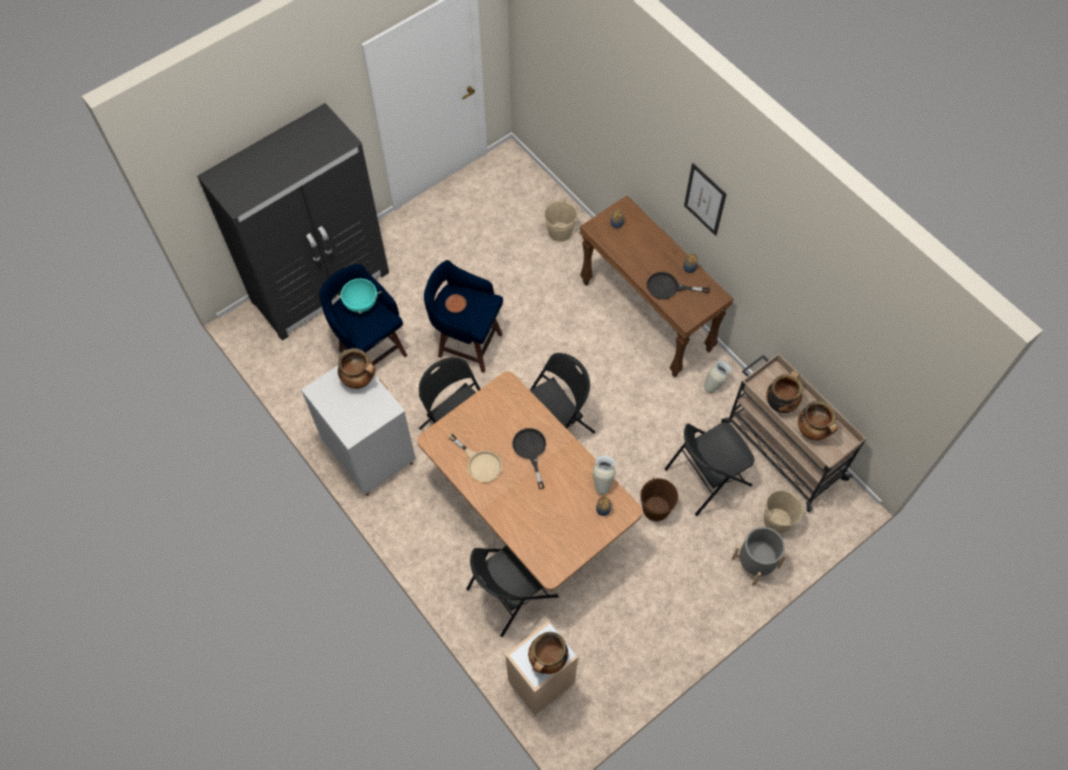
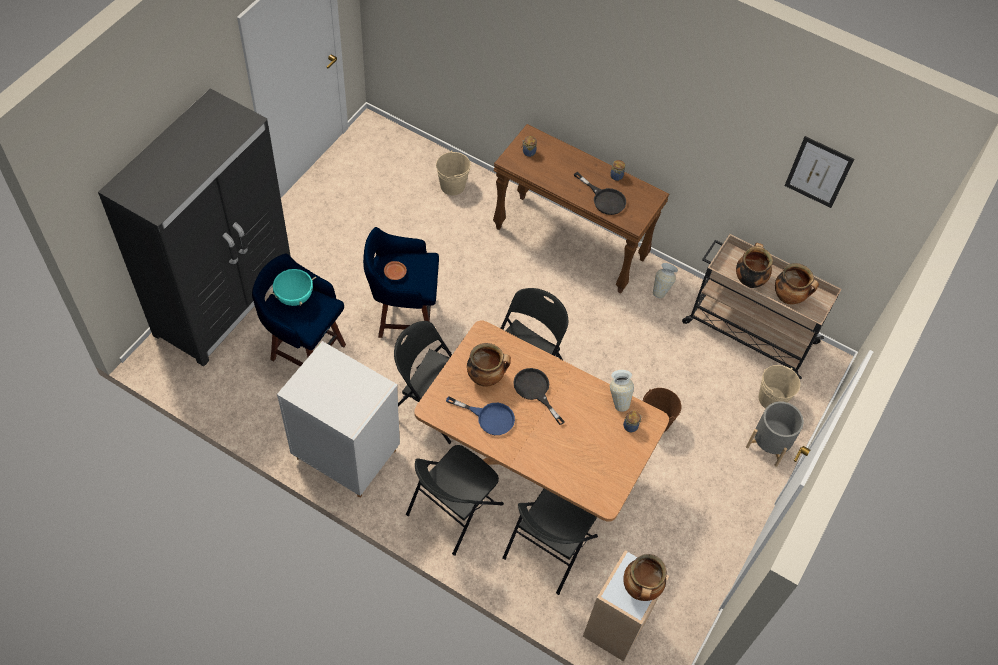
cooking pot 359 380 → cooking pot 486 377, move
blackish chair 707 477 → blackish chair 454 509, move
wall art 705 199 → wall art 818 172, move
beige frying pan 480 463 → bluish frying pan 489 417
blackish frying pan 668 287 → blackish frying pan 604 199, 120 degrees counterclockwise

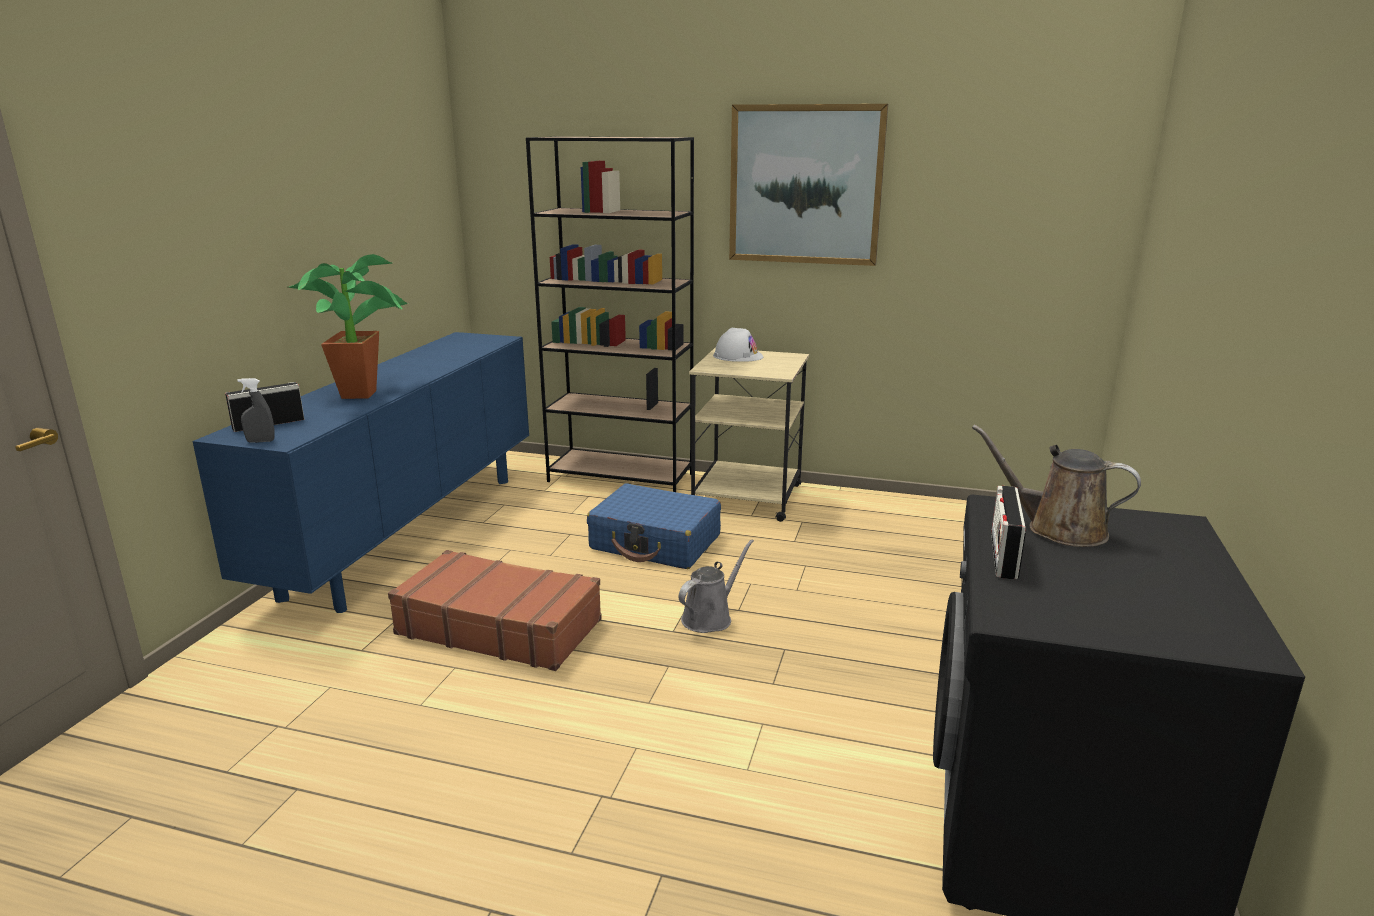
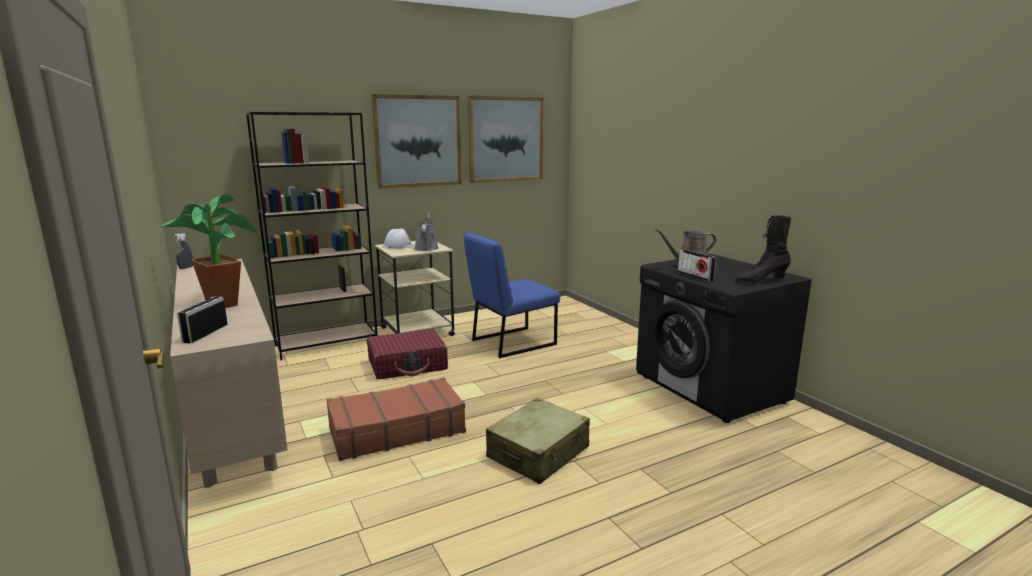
- → bluish chair 511 342
- → wall art 505 139
- → beige suitcase 538 453
- → blackish tall boot 760 281
gray spray bottle 260 441 → gray spray bottle 186 268, move
gray sprinkling can 710 617 → gray sprinkling can 426 248, move
bluish cupboard 407 532 → beige cupboard 231 416
bluish suitcase 656 542 → reddish suitcase 407 365

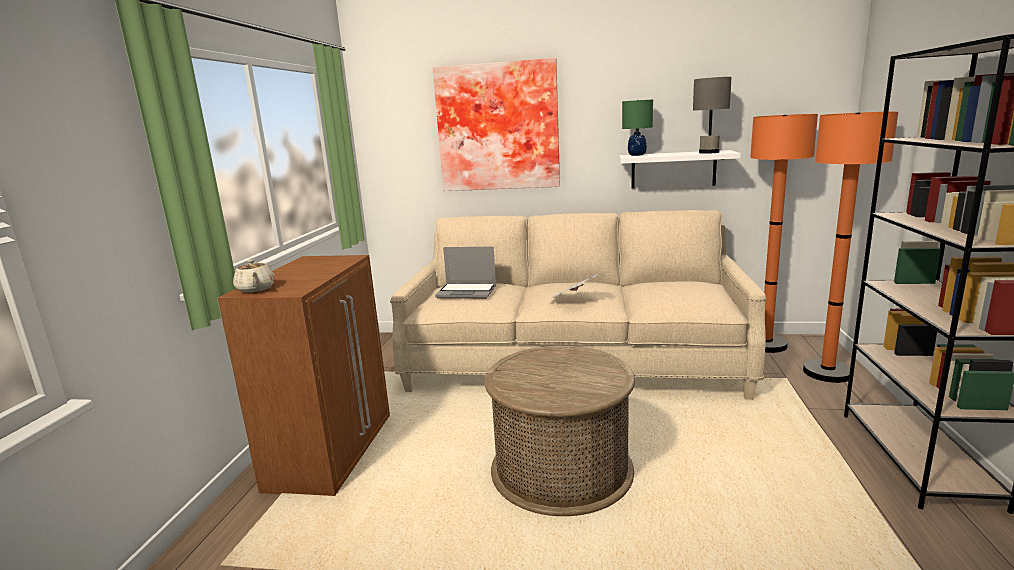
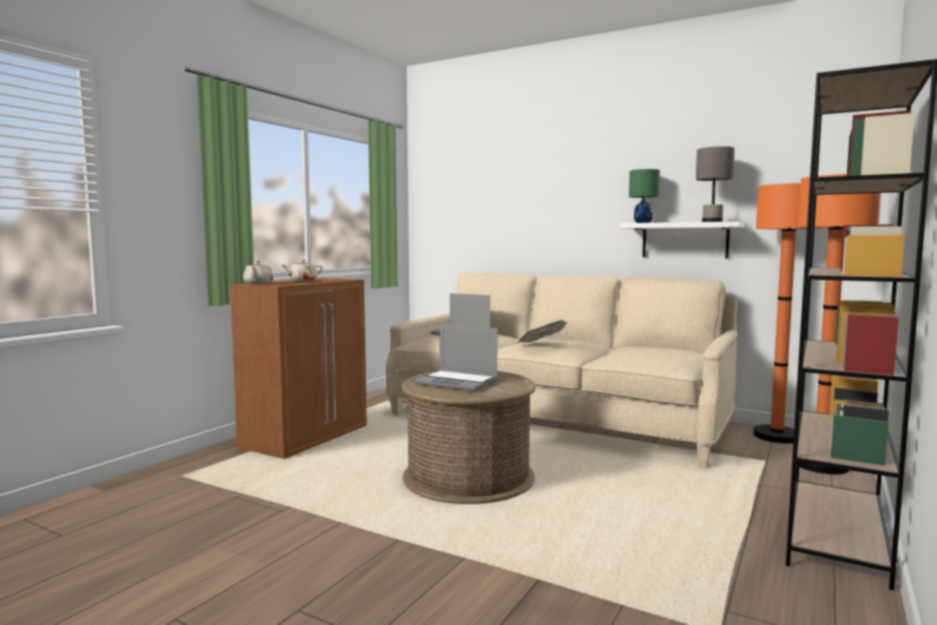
wall art 498 127 → -
- → beige pot for tea 302 280
- → laptop 458 382

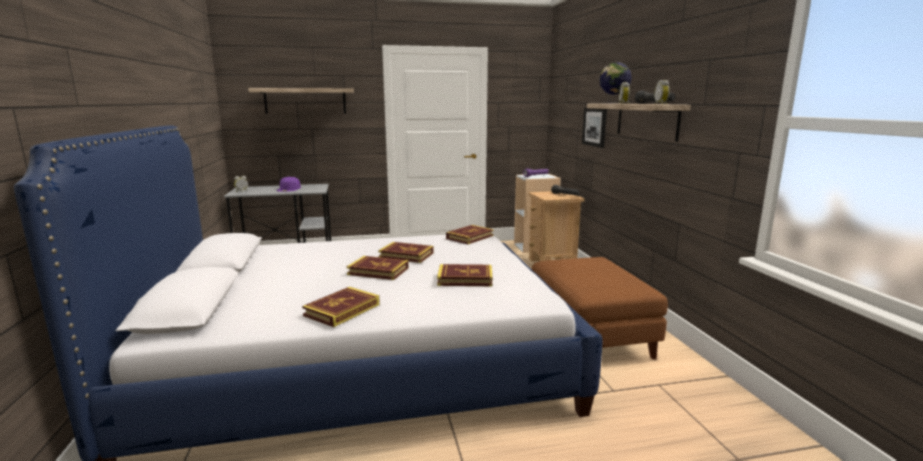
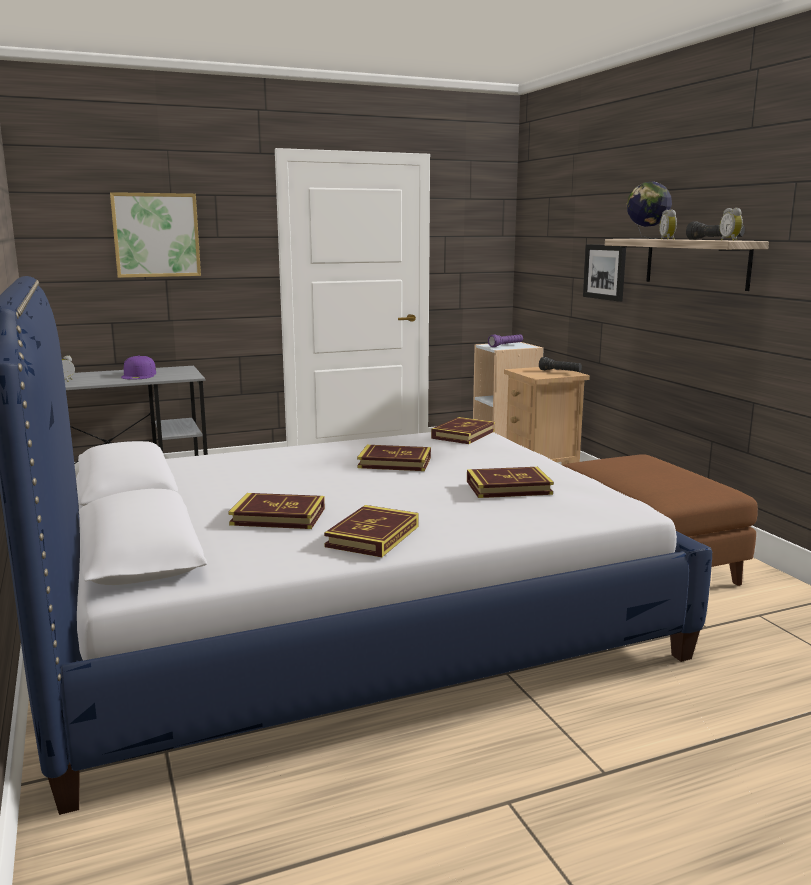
volume 378 271 → volume 278 516, move
shelf 305 101 → wall art 156 235

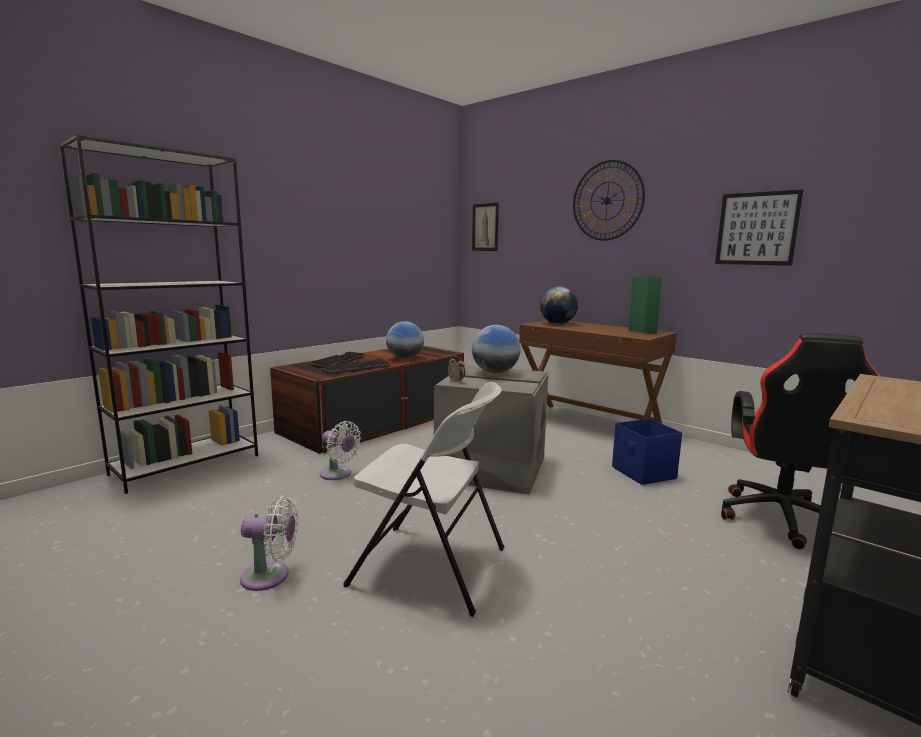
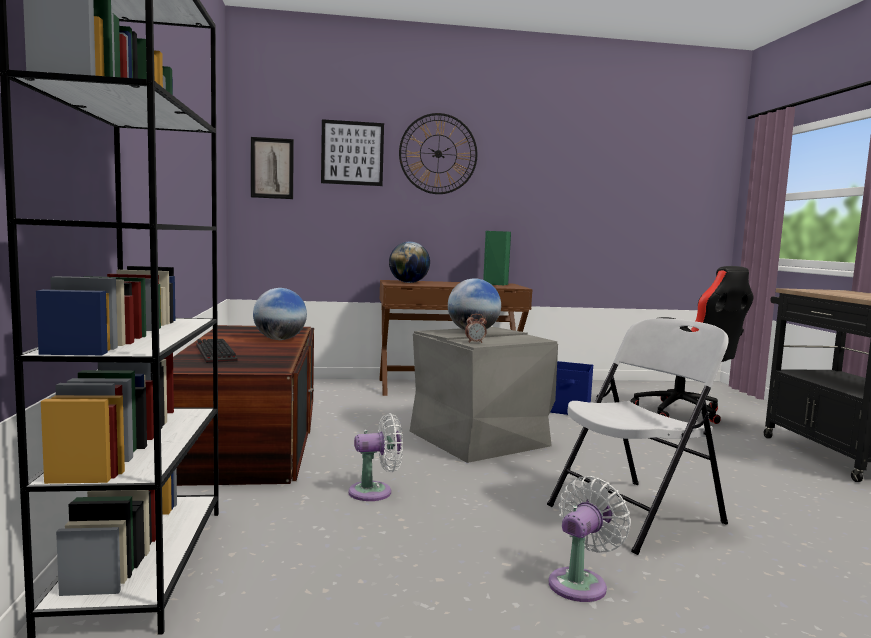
keyboard 357 368 → -
wall art 756 229 → wall art 352 153, move

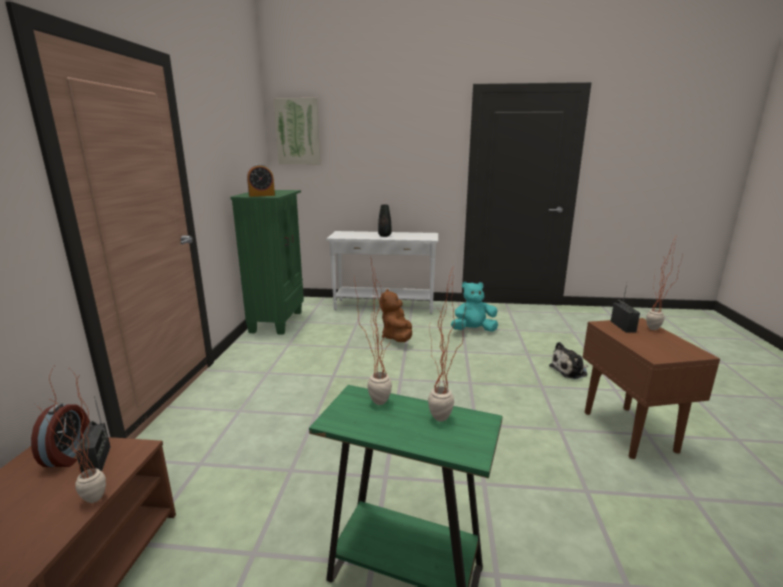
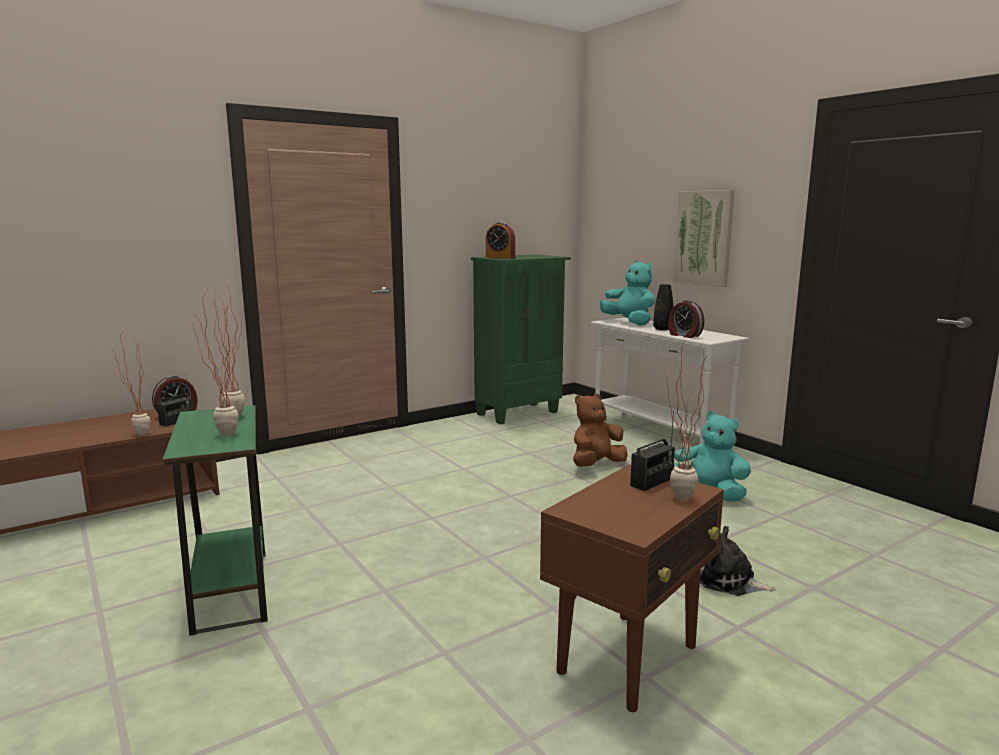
- → blue-green soft toy 629 323
- → table clock 684 335
wall art 298 131 → wall art 704 238, move

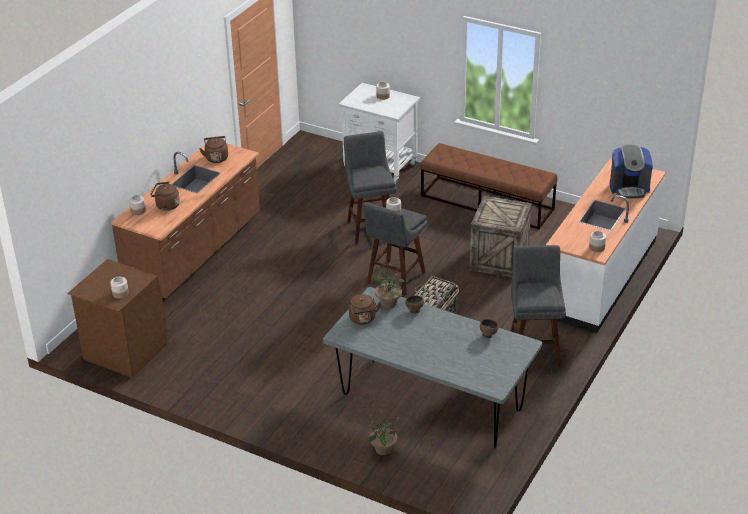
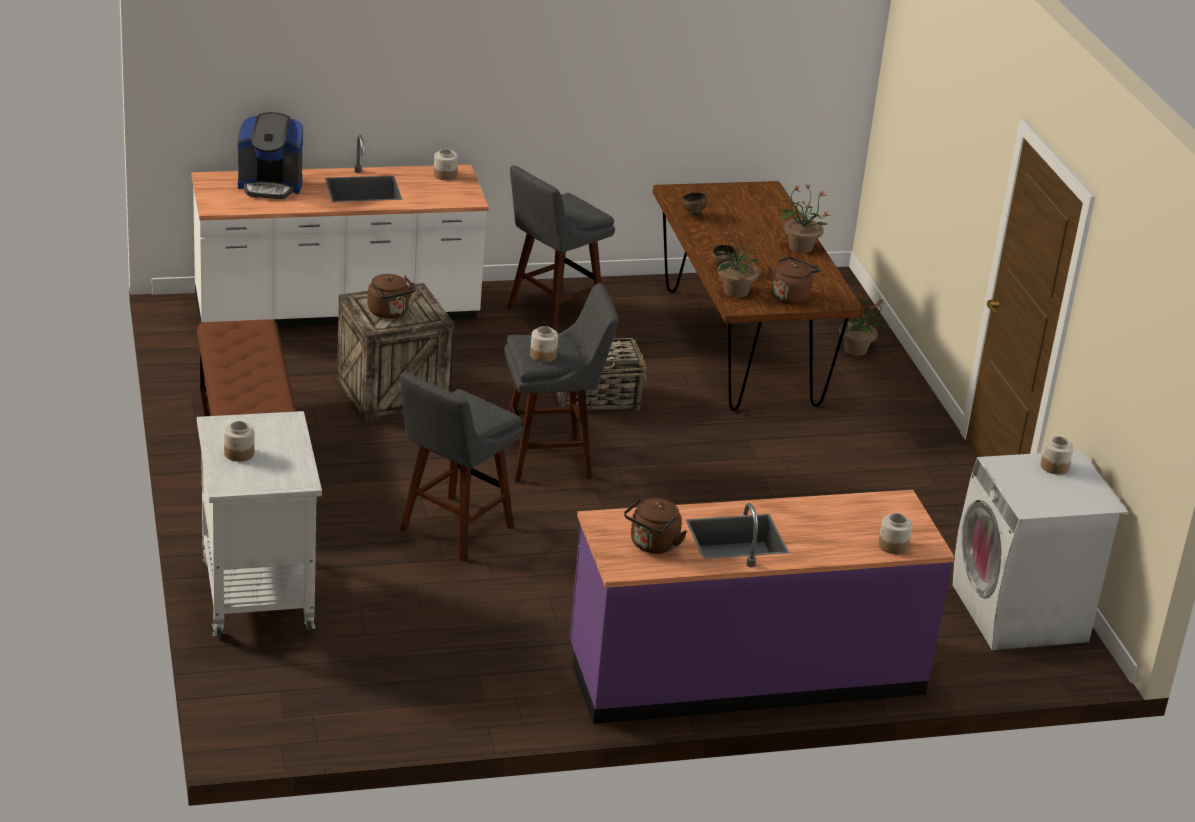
- → houseplant 800 247
brown tea kettle 166 206 → brown tea kettle 390 313, move
brown laundry appliance 124 352 → white laundry appliance 1022 614
brown kitchen base unit 195 254 → purplish kitchen base unit 745 672
gray dinner table 430 402 → brown dinner table 742 347
coffee maker 629 188 → coffee maker 270 185, 135 degrees clockwise

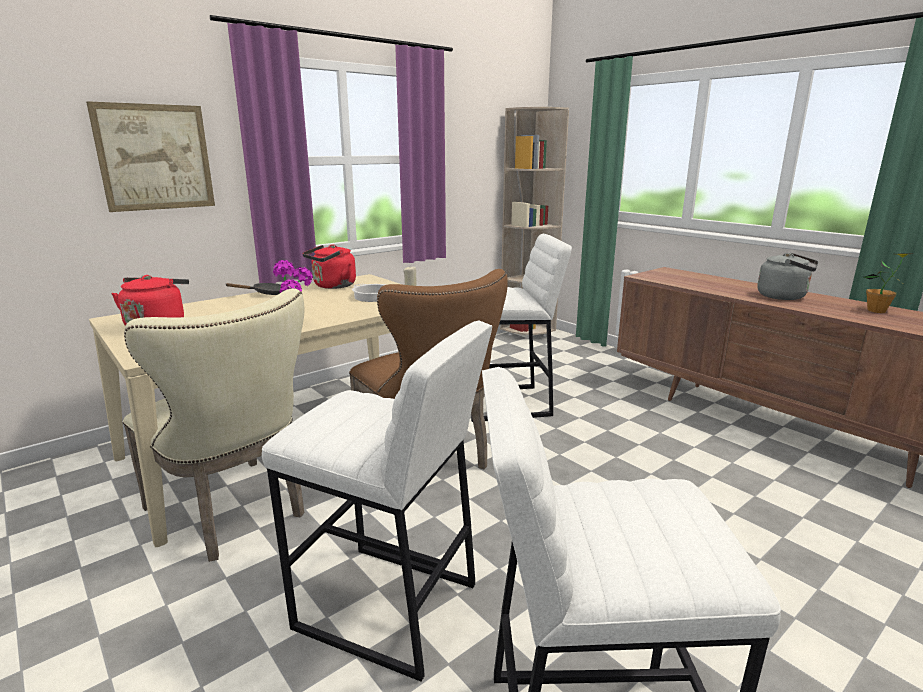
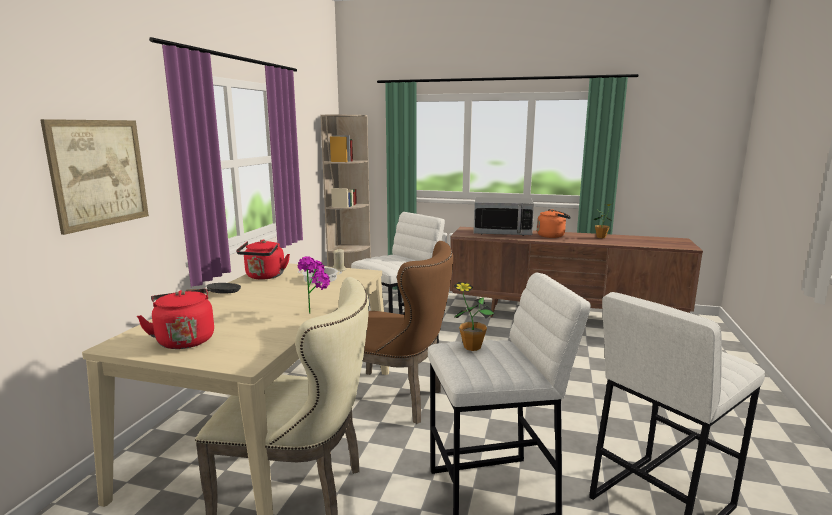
- → houseplant 472 347
- → kitchen microwave 502 232
gray tea kettle 784 297 → orange-coloured tea kettle 552 236

